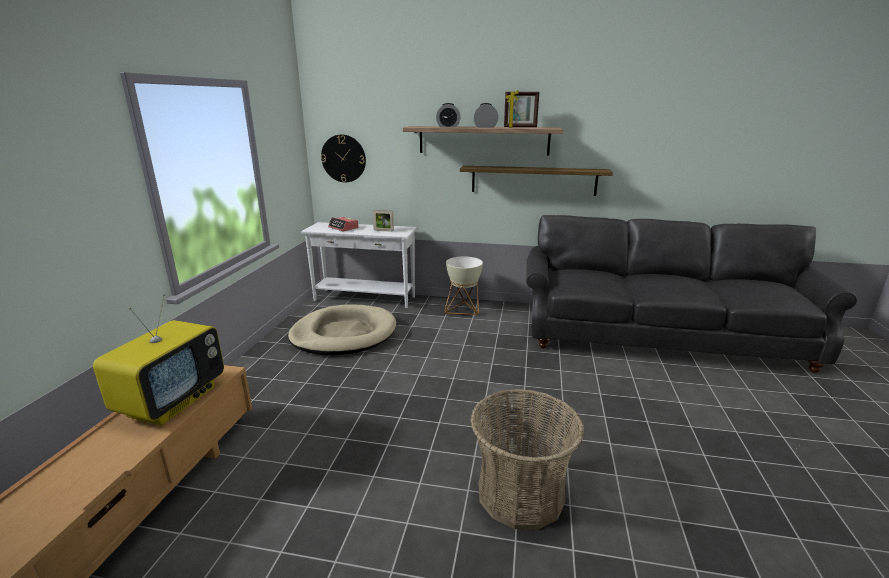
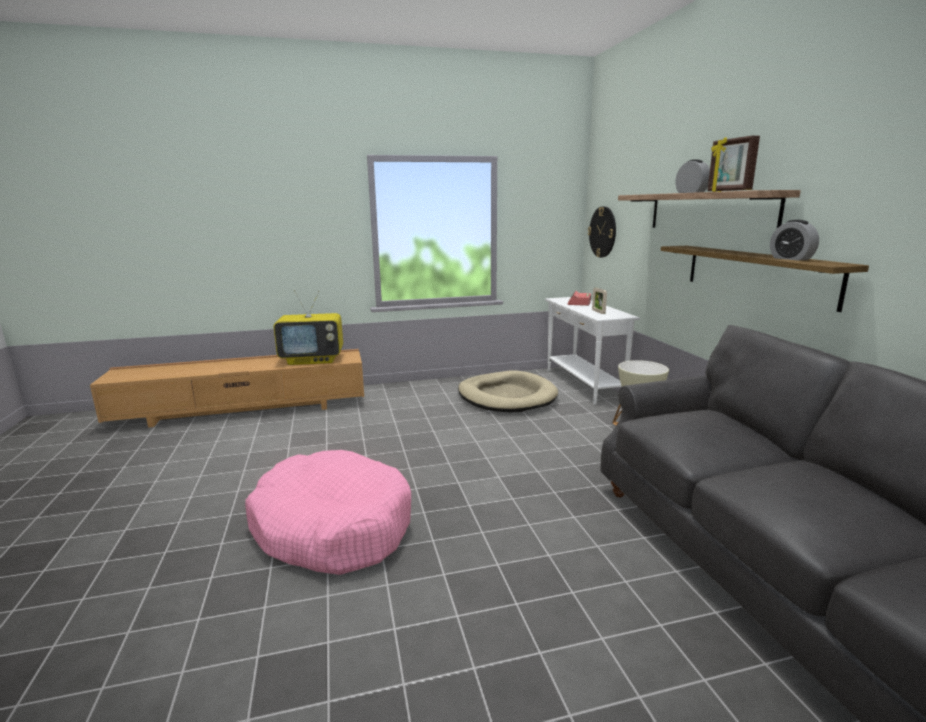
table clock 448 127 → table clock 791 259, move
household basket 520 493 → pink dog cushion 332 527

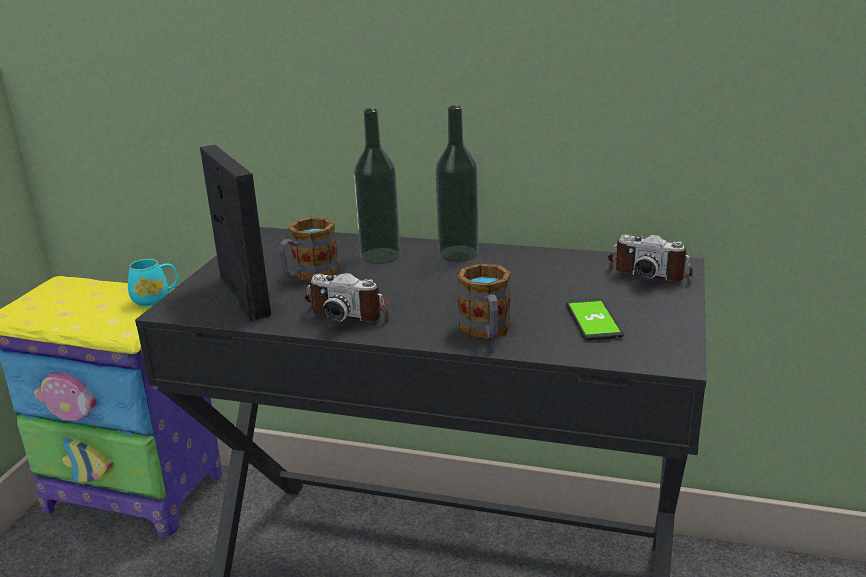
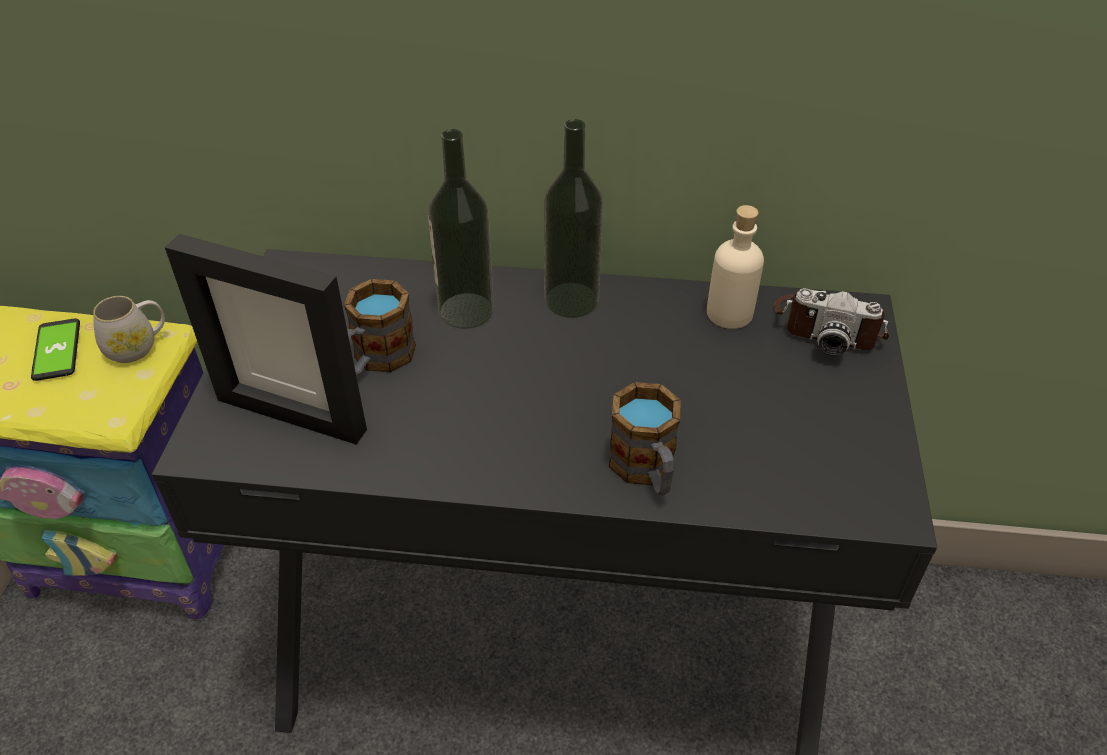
still camera 350 310 → -
- → beige bottle 729 313
handset 593 321 → handset 57 350, move
blue-green mug 156 299 → white mug 138 346
standing frame 242 296 → standing frame 293 412, 150 degrees clockwise

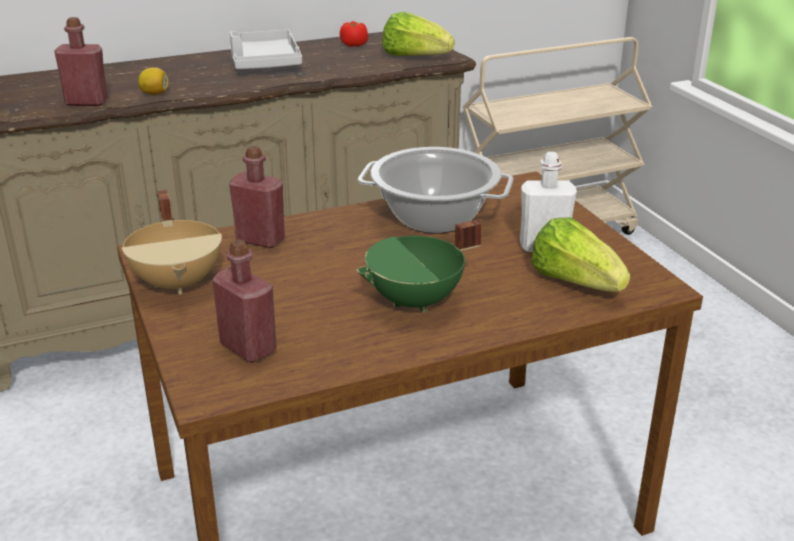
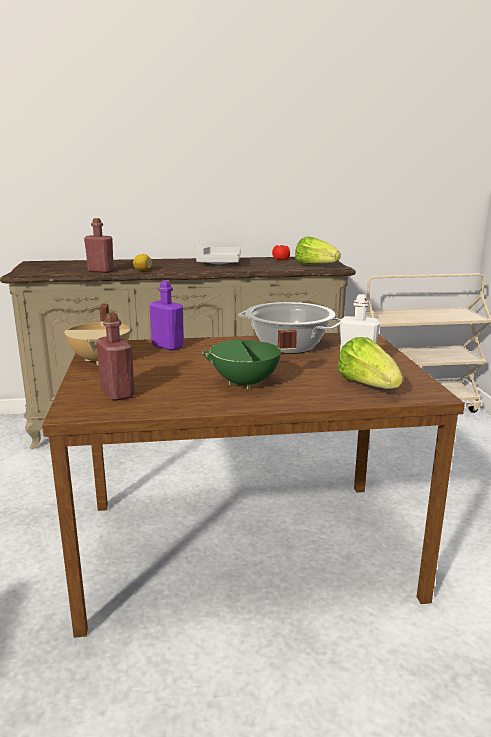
reddish bottle 260 239 → purplish bottle 168 346

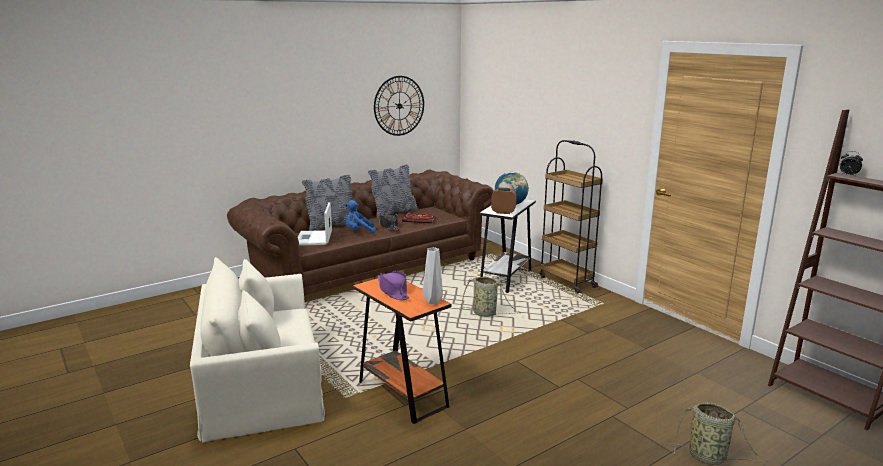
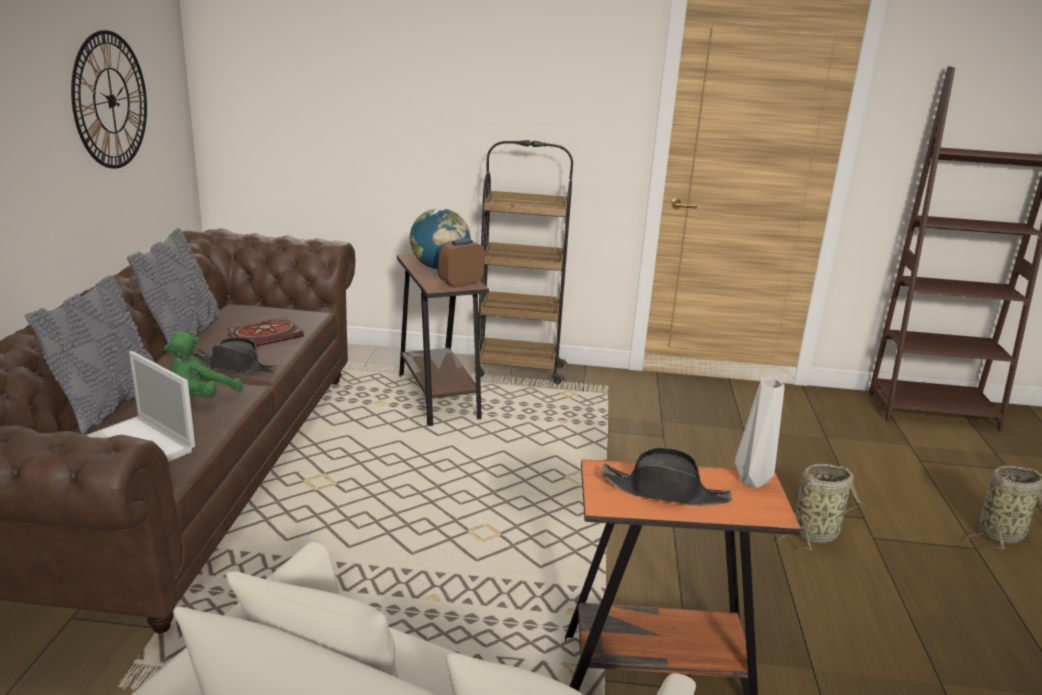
table clock 848 175 → -
household basket 486 314 → household basket 817 533, move
bluish soft toy 359 232 → green-coloured soft toy 200 398
purplish wearable hat 393 291 → blackish wearable hat 665 491
white side table 506 279 → brown side table 438 397

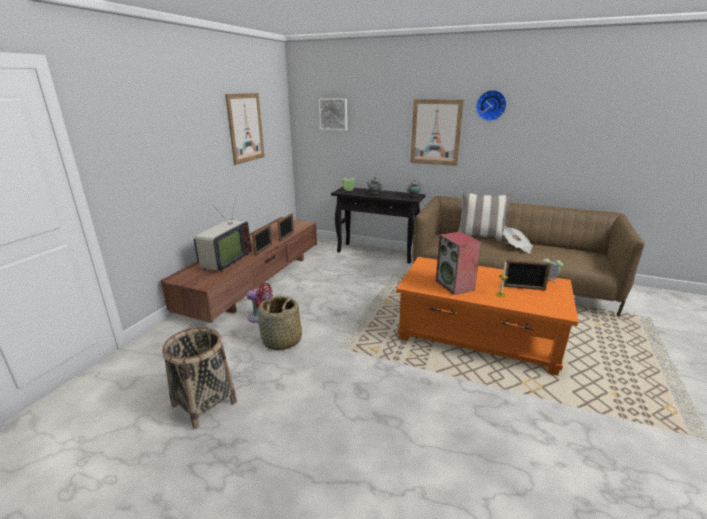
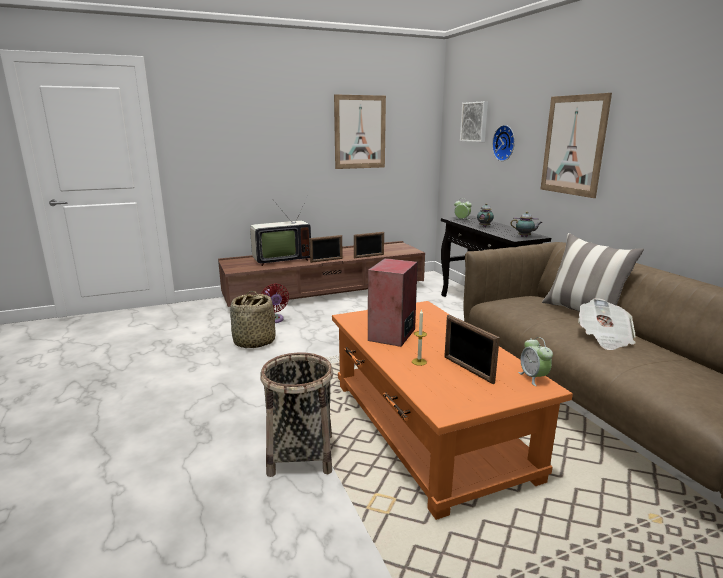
household basket 204 403 → household basket 300 454, move
clock on the wall 491 105 → clock on the wall 505 143, move

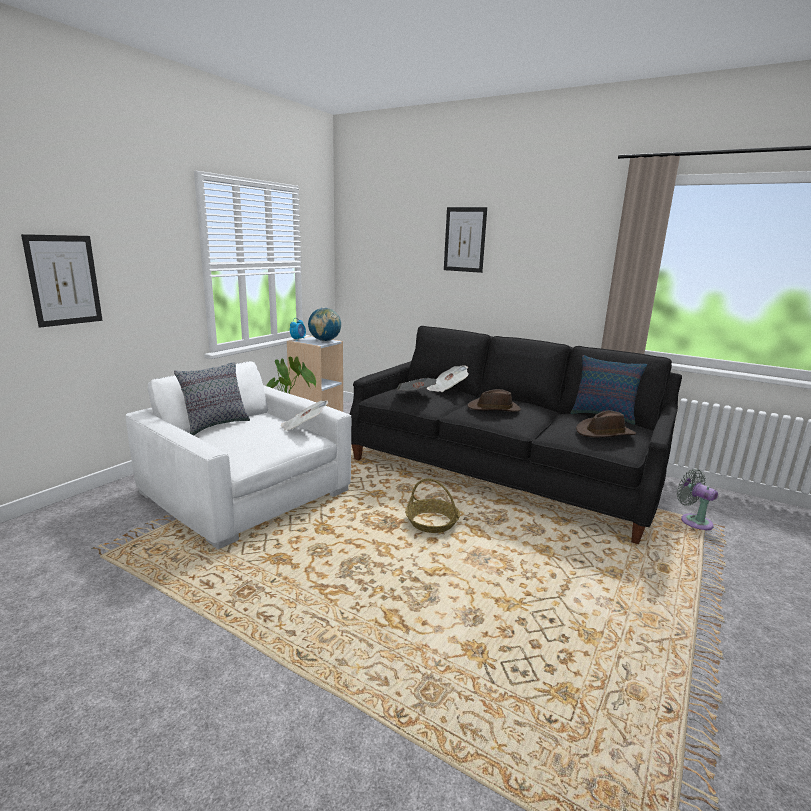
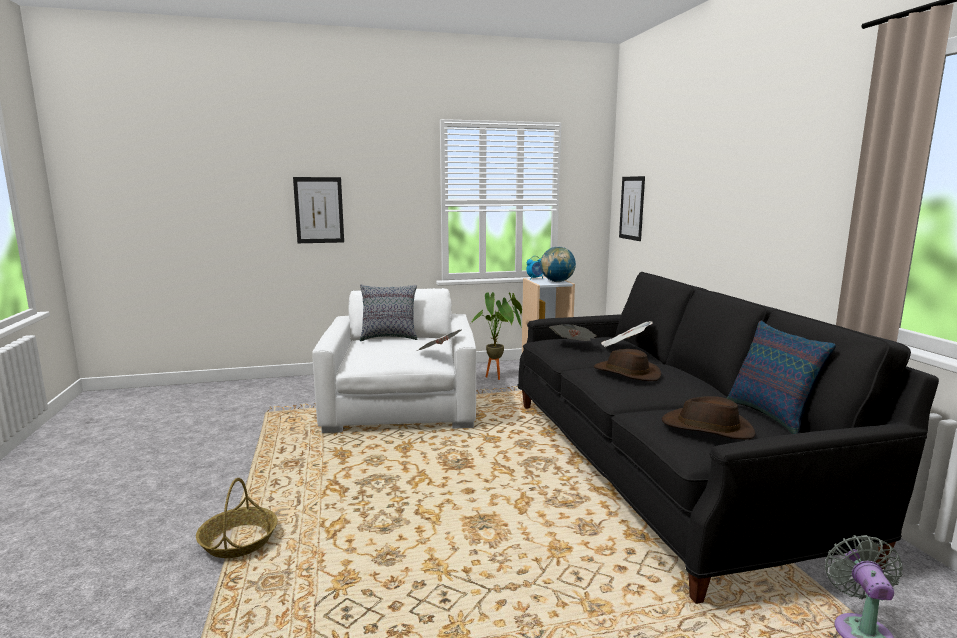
household basket 431 522 → household basket 238 540, move
wall art 464 239 → wall art 632 208, move

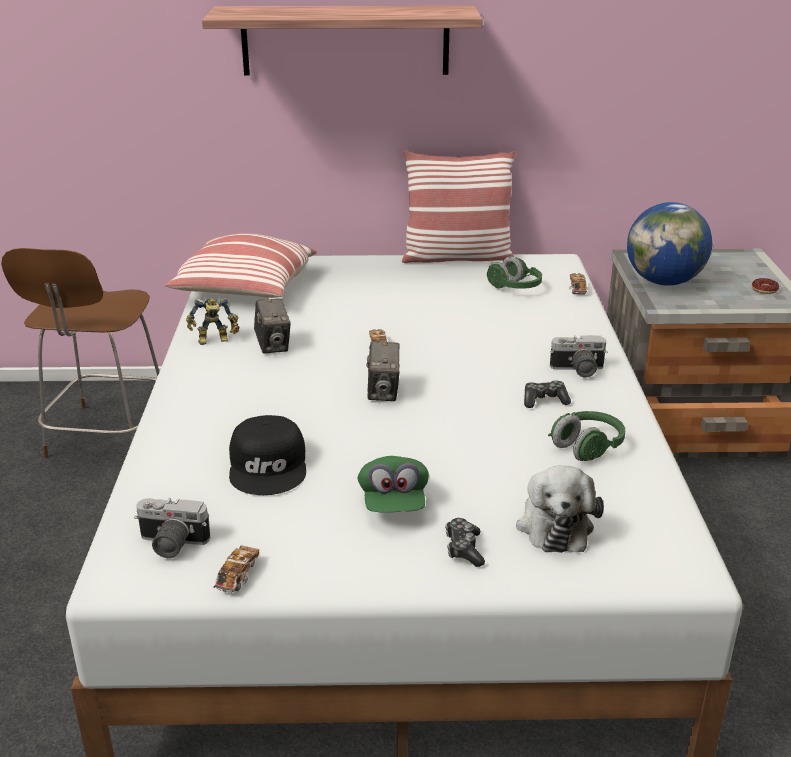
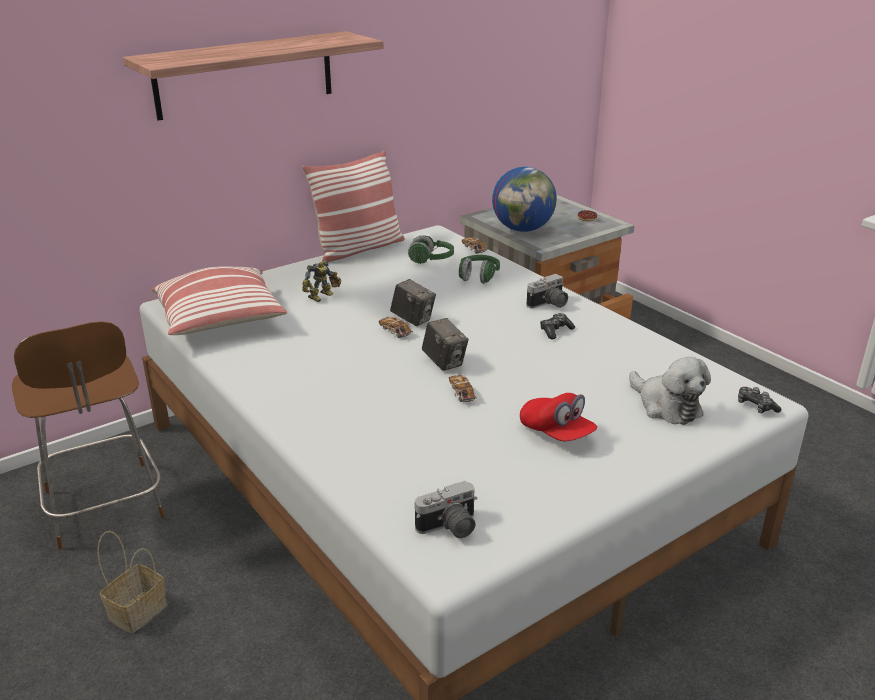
blackish cap 269 466 → -
- → household basket 138 610
model robot 214 340 → model robot 323 296, move
toy car 238 576 → toy car 462 394, move
still camera 273 346 → still camera 413 319, move
game controller 464 549 → game controller 755 406, move
green-coloured headphones 587 447 → green-coloured headphones 478 277, move
green-coloured cap 393 502 → reddish cap 556 433

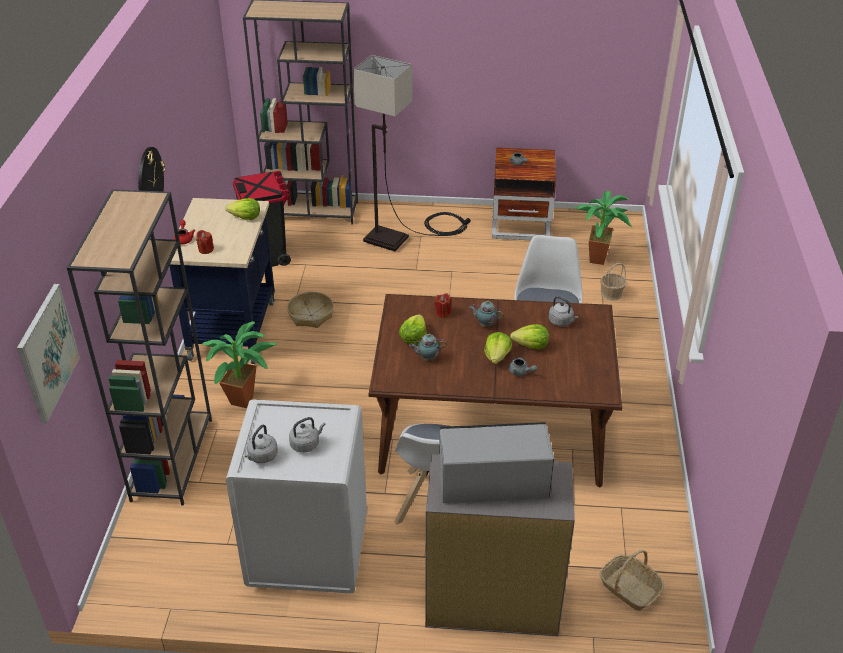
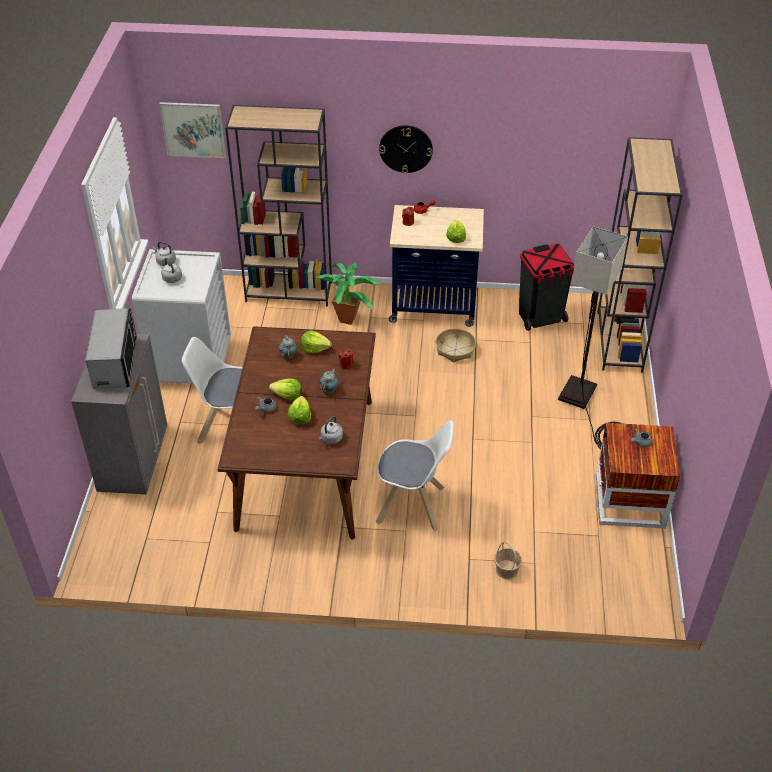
houseplant 600 258 → -
household basket 629 588 → -

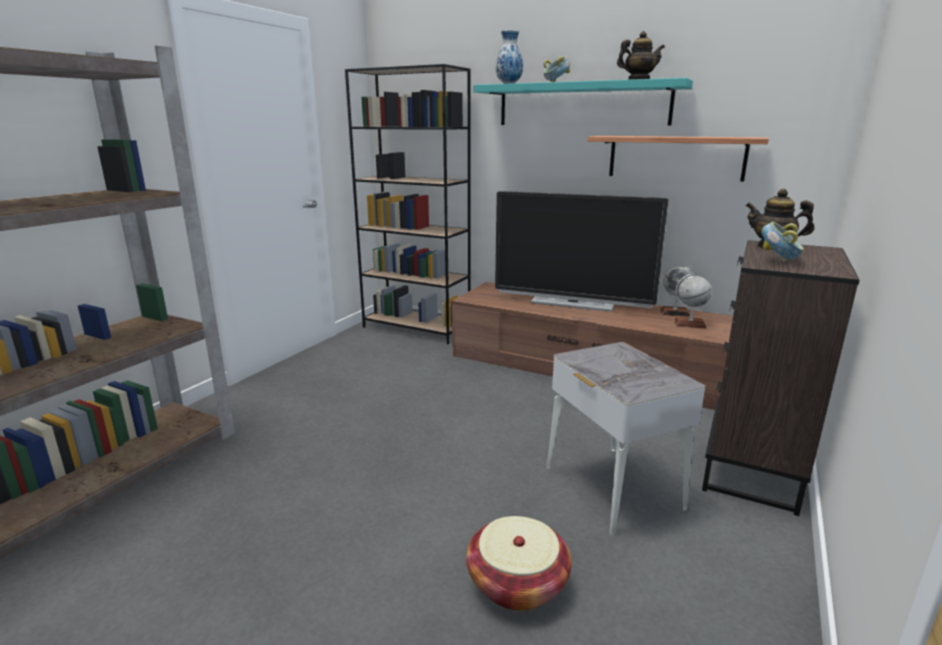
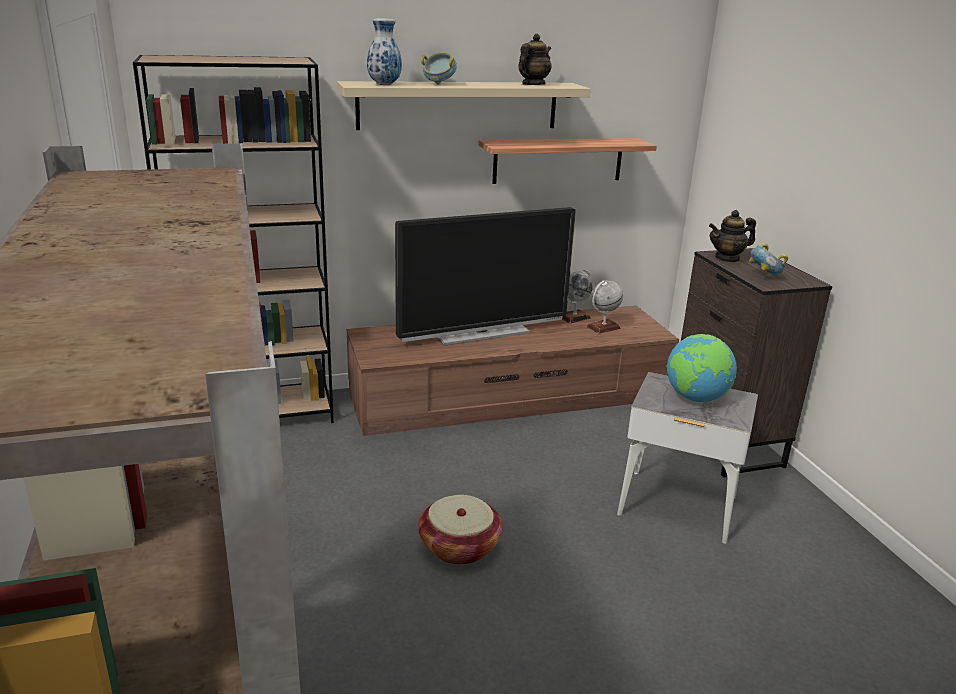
- → globe 695 398
household basket 517 583 → household basket 459 547, move
blue-green shelf 582 104 → beige shelf 458 105

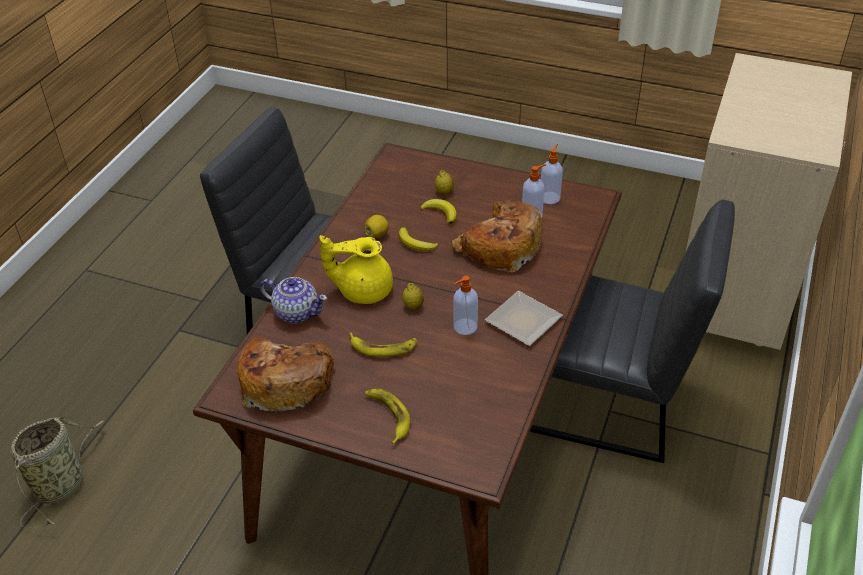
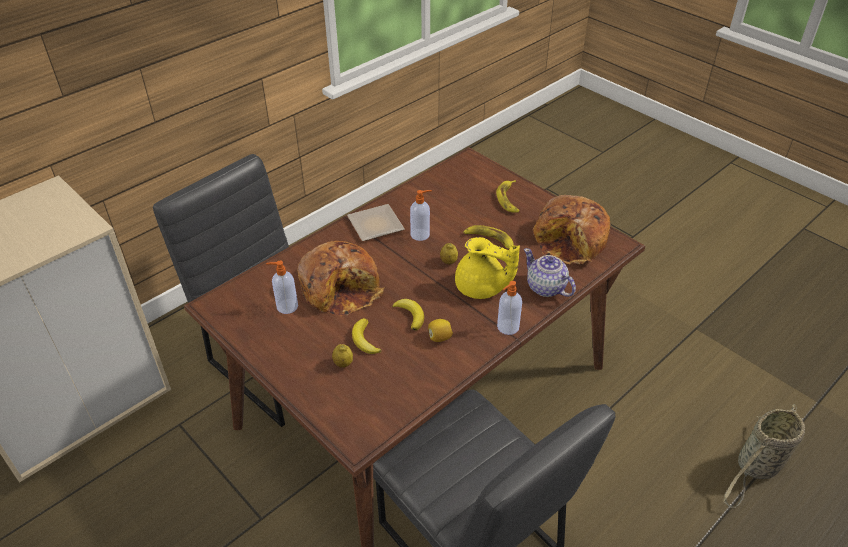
soap dispenser 550 197 → soap dispenser 507 327, move

